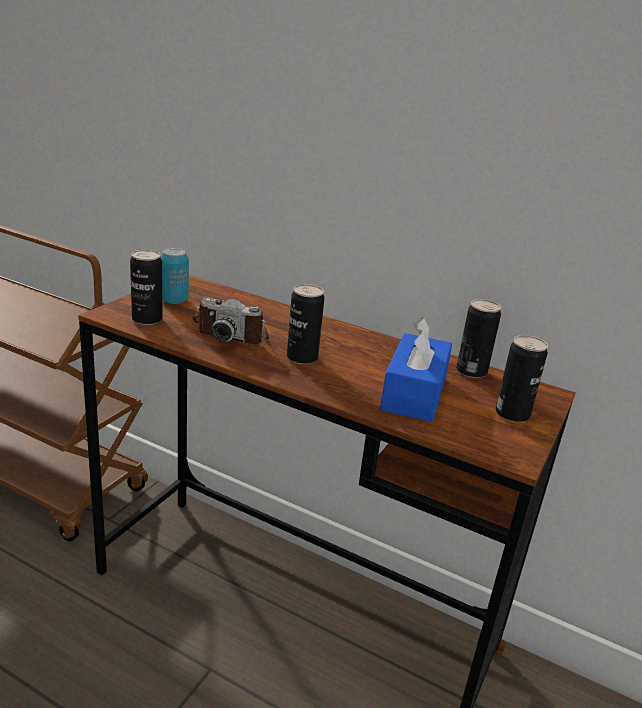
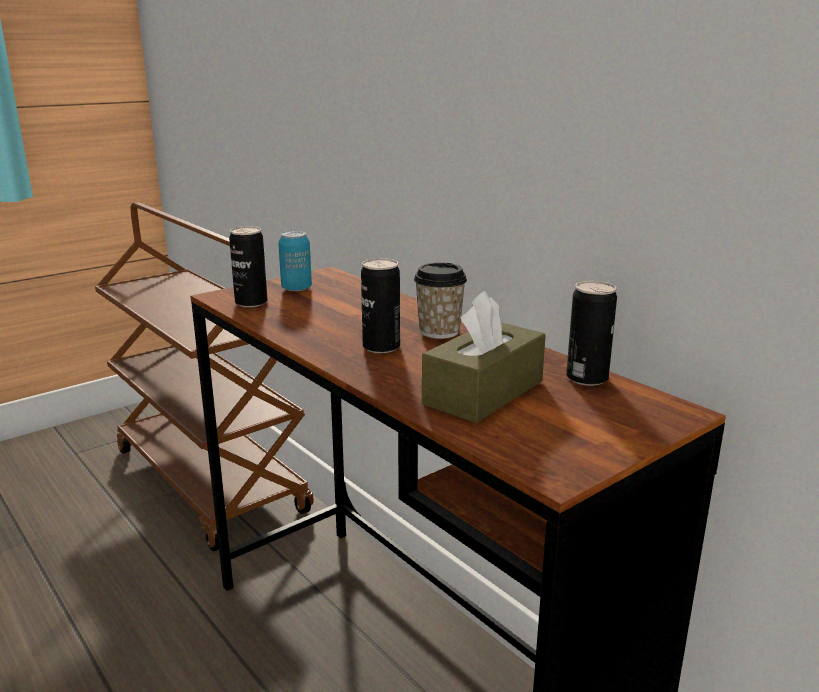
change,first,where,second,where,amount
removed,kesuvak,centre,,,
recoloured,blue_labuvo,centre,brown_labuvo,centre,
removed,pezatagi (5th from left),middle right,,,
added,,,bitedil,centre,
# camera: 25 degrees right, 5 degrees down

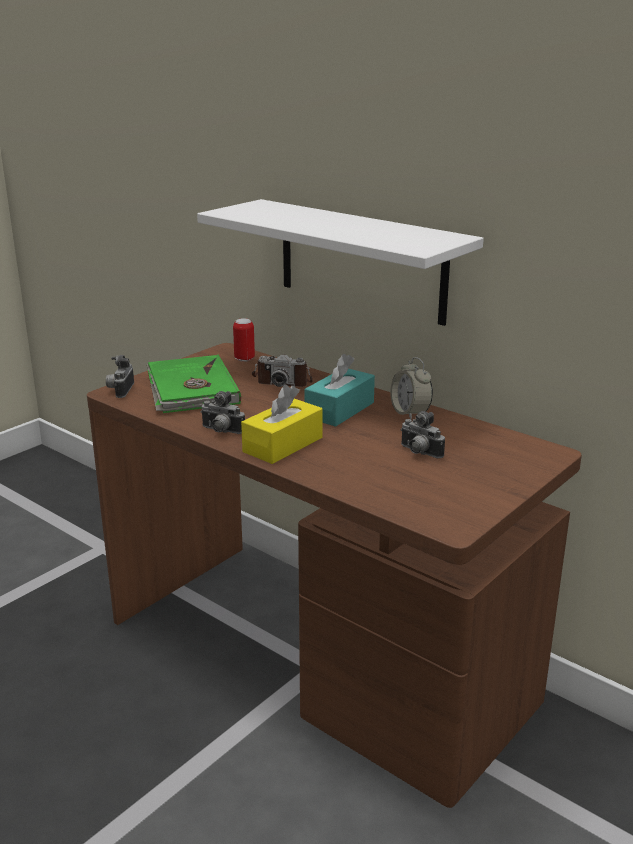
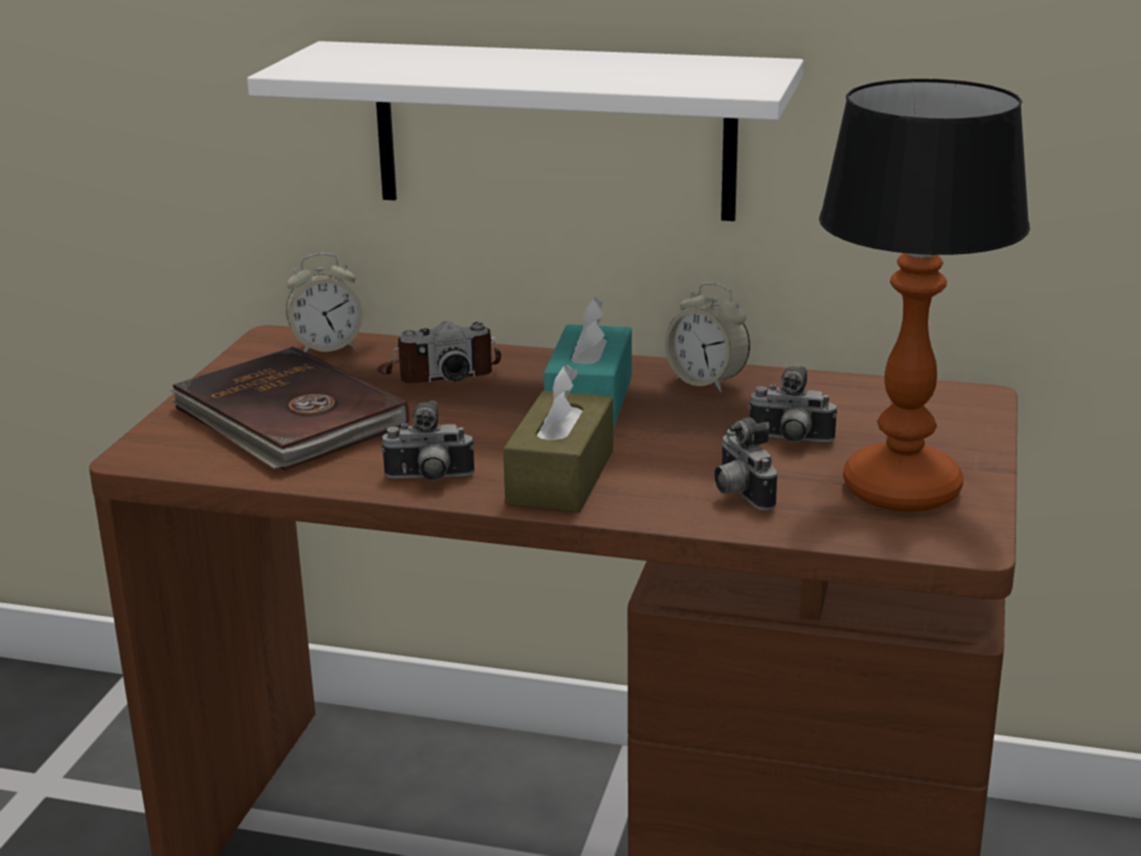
change,first,where,second,where,amount
replaced,pezatagi,centre,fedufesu (1st from left),middle left,
moved,kesuvak (1st from left in the first image),middle left,kesuvak (3rd from left),centre,
recoloured,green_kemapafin,middle left,brown_kemapafin,middle left,
recoloured,yellow_labuvo,centre,brown_labuvo,centre,
added,,,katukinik,middle right,
# camera: 25 degrees left, 0 degrees up

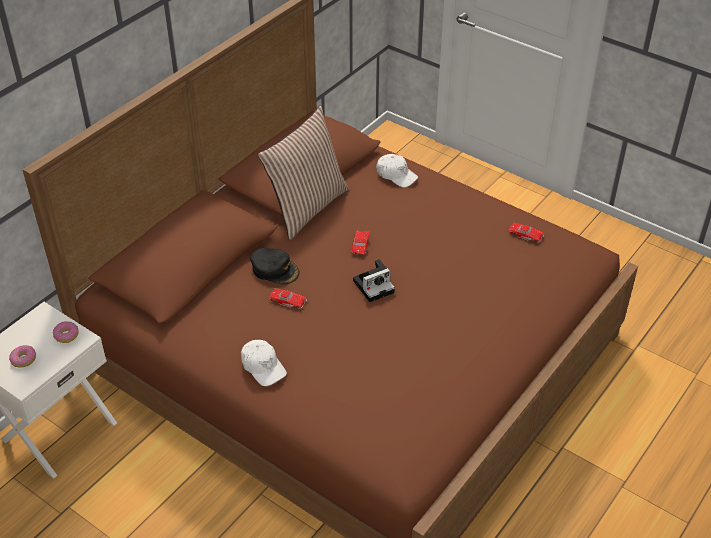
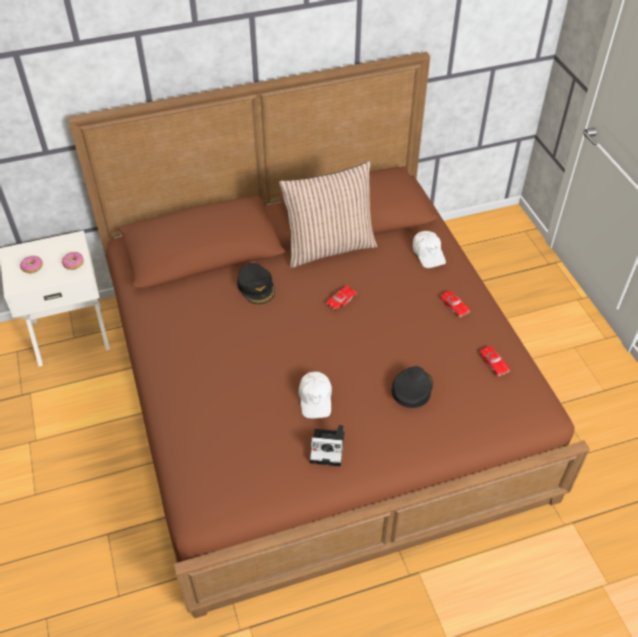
change,first,where,second,where,amount
moved,kesuvak,centre,,bottom centre,
moved,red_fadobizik (1st from left in the first image),centre,red_fadobizik (2nd from left),middle right,
moved,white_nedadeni (1st from left),bottom centre,,centre,
added,,,black_nedadeni (2nd from left),centre,
# camera: 35 degrees right, 5 degrees up

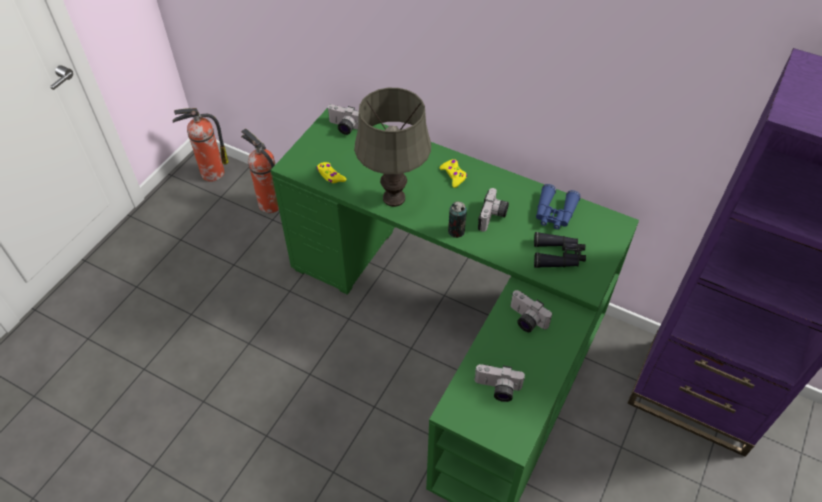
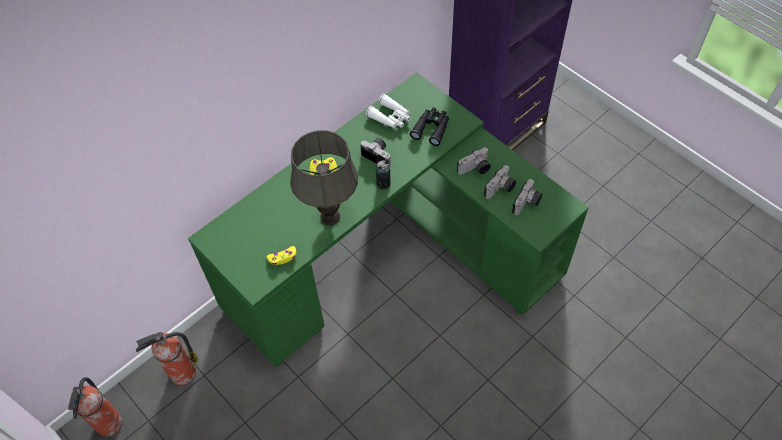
change,first,where,second,where,amount
moved,kesuvak (1st from left in the first image),top centre,kesuvak (3rd from left),centre,
recoloured,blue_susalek,middle right,white_susalek,top centre,
# camera: 70 degrees left, 5 degrees up

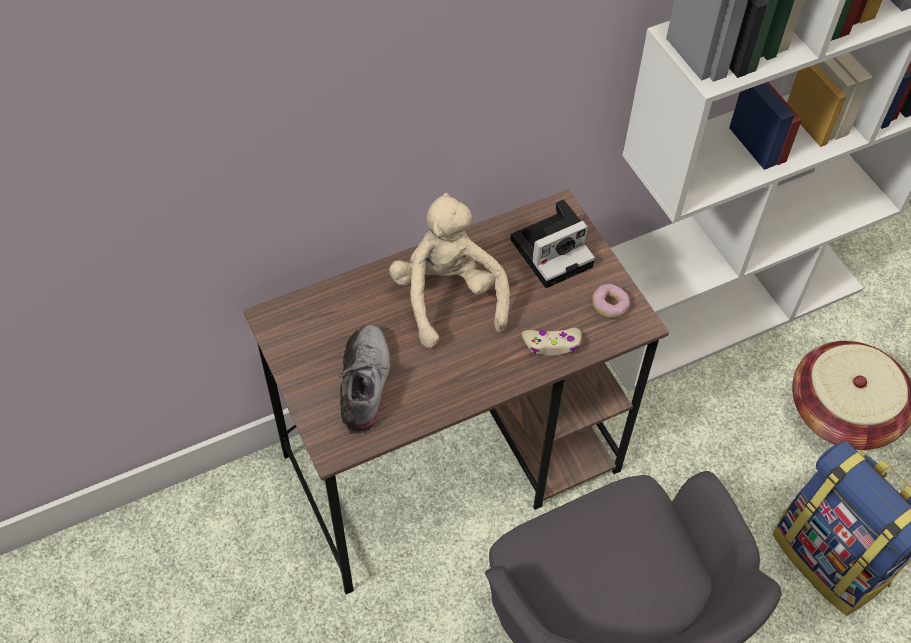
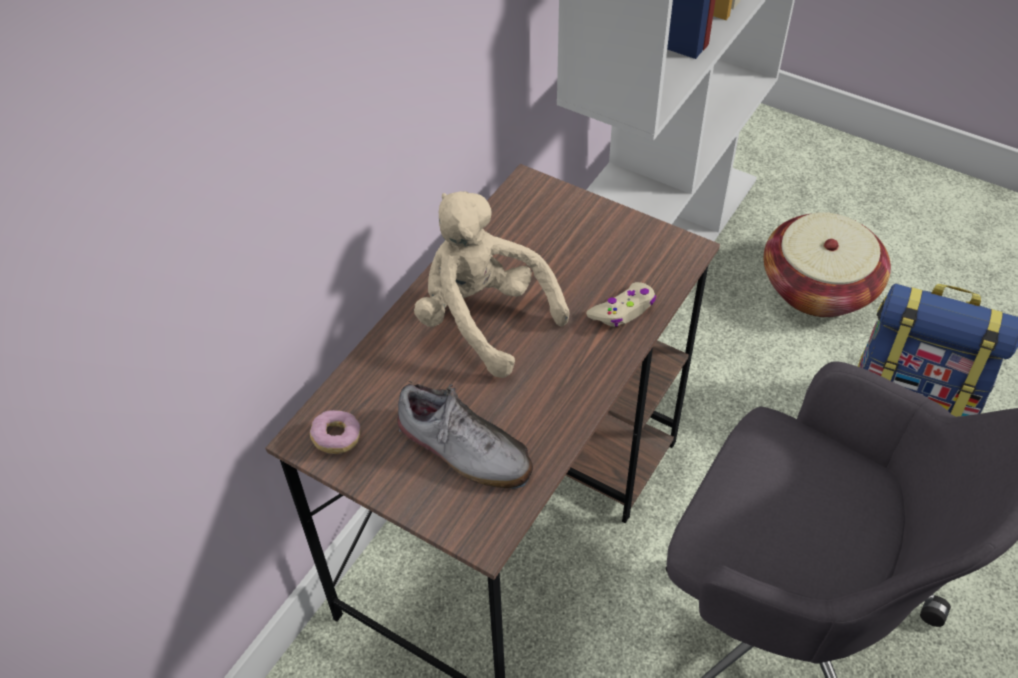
change,first,where,second,where,amount
removed,kesuvak,centre,,,
moved,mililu,middle right,,middle left,
turned,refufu,centre,,centre,150 degrees clockwise
# camera: 30 degrees left, 5 degrees down

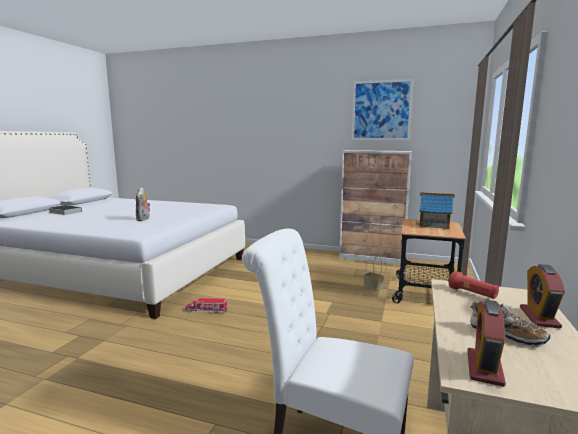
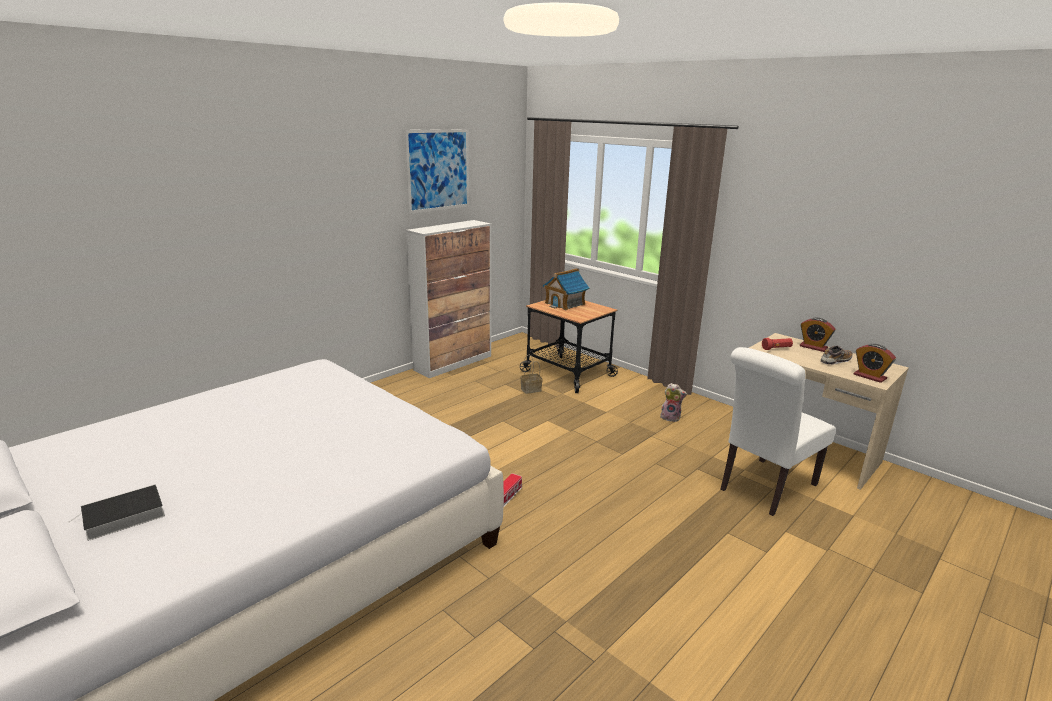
change,first,where,second,where,amount
moved,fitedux,middle left,,centre,
# camera: 65 degrees left, 10 degrees up

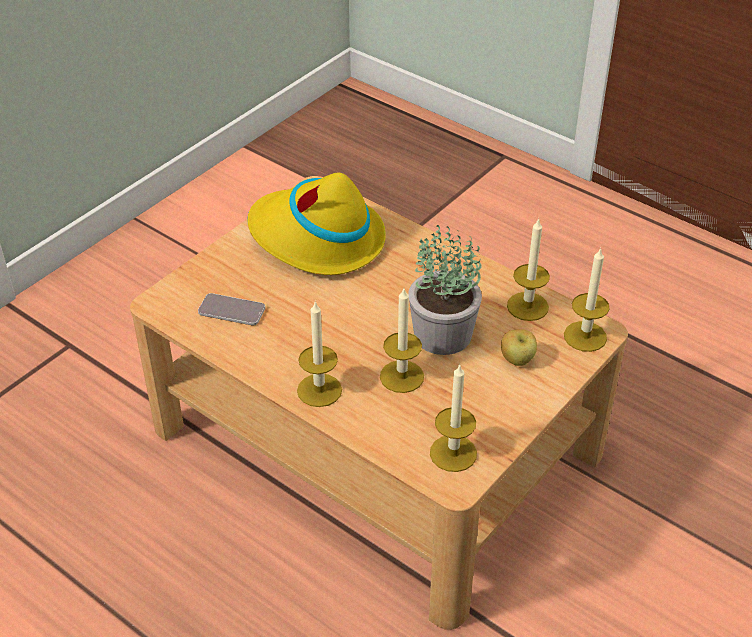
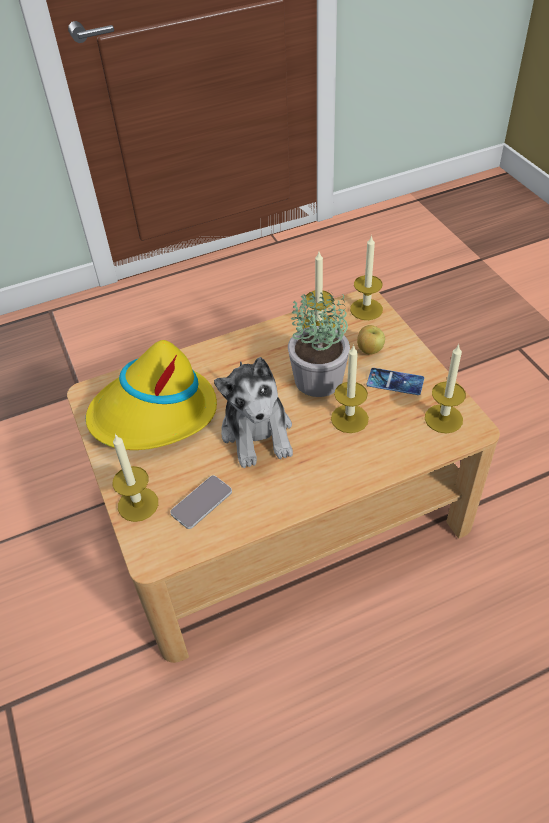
change,first,where,second,where,amount
moved,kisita (1st from left),centre,,middle left,
added,,,fitedux,centre,
added,,,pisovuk (2nd from left),middle right,
# camera: 60 degrees left, 5 degrees up

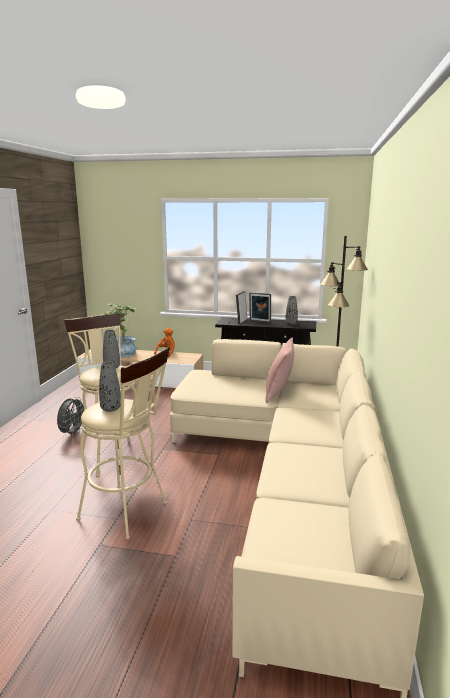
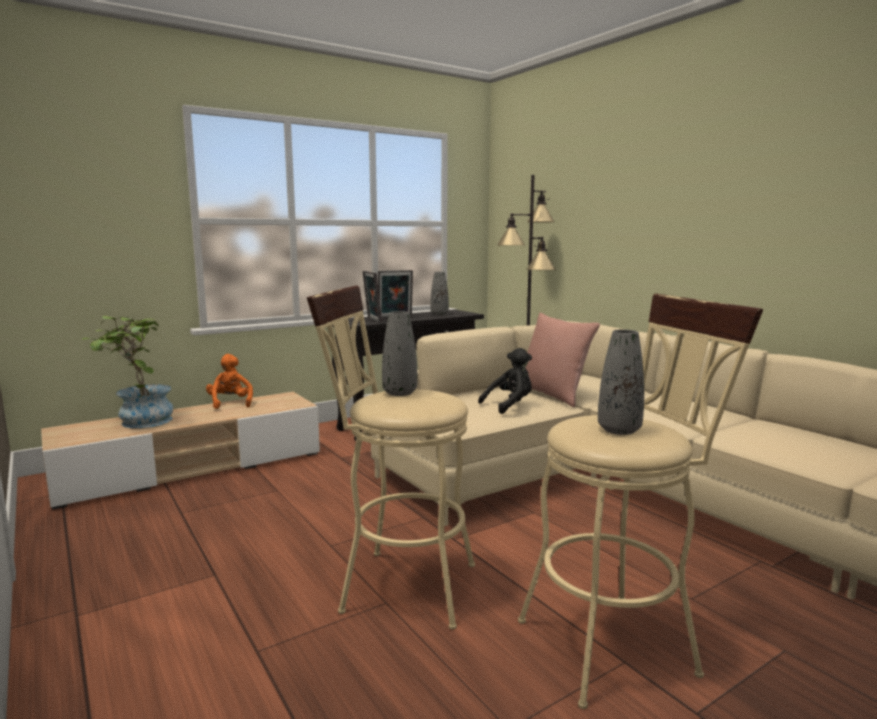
change,first,where,second,where,amount
removed,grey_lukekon,middle left,,,
added,,,black_fitedux,centre,
# camera: 45 degrees left, 5 degrees down

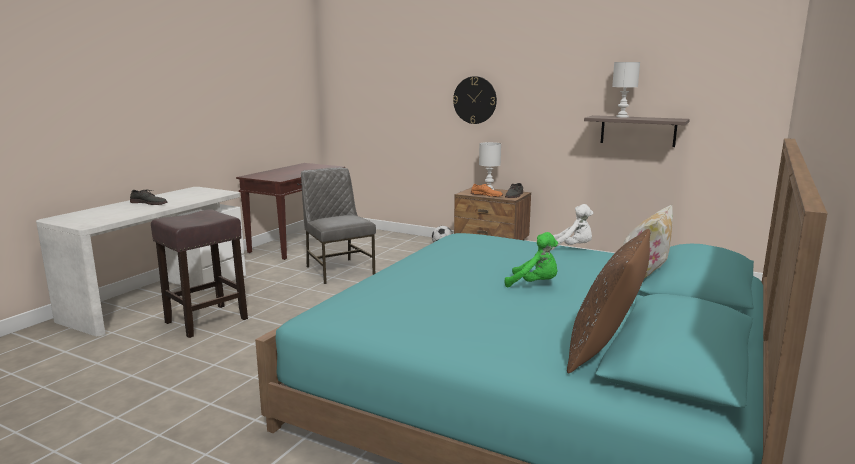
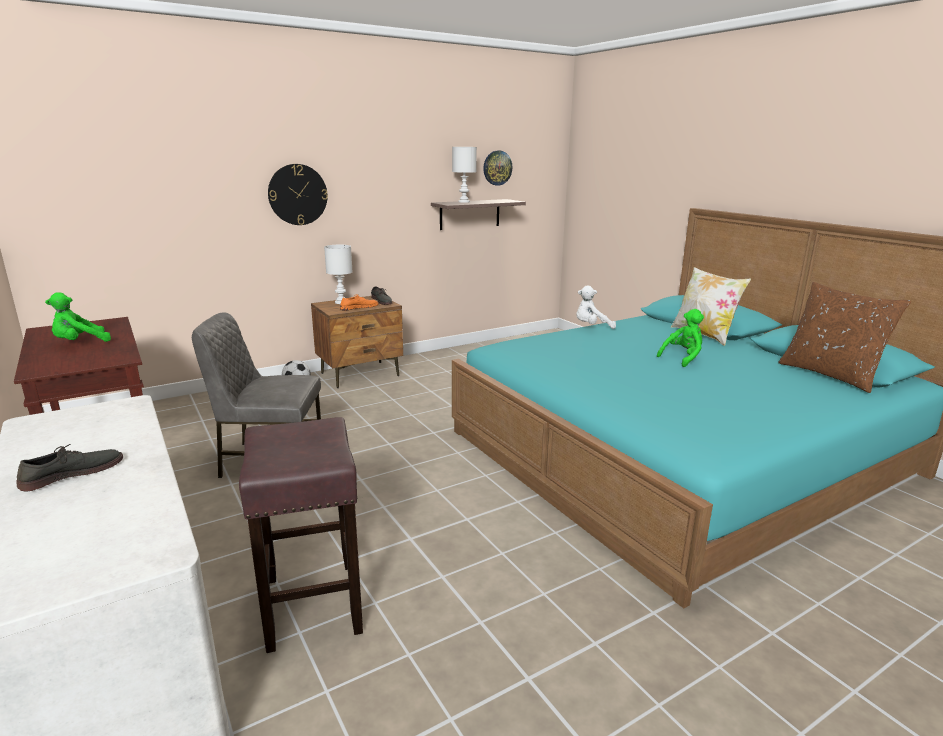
change,first,where,second,where,amount
turned,white_fitedux,middle right,,centre,150 degrees counterclockwise
added,,,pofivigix (2nd from left),top centre,
added,,,green_fitedux (1st from left),middle left,
# camera: 60 degrees left, 5 degrees up

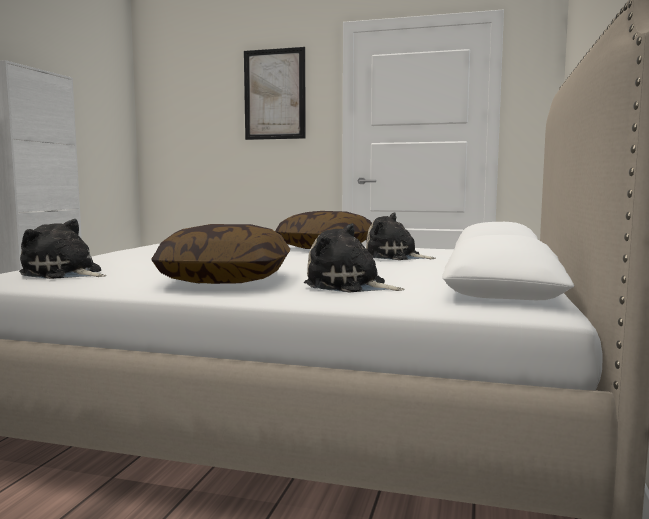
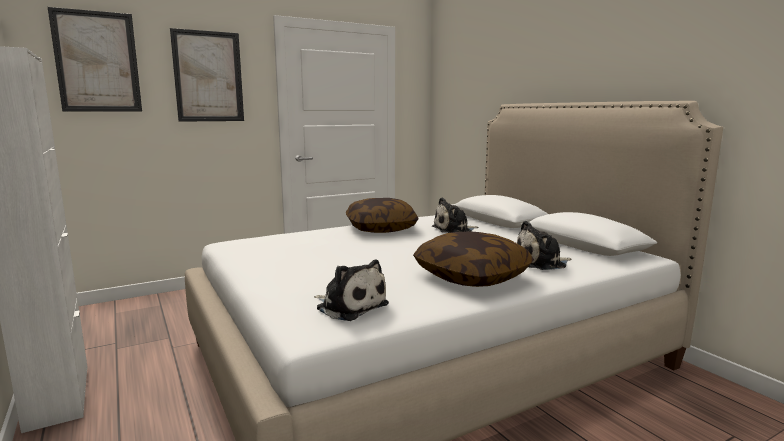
change,first,where,second,where,amount
turned,fitedux (1st from left),middle left,,centre,120 degrees counterclockwise
added,,,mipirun (1st from left),top left,
# camera: 45 degrees left, 5 degrees up

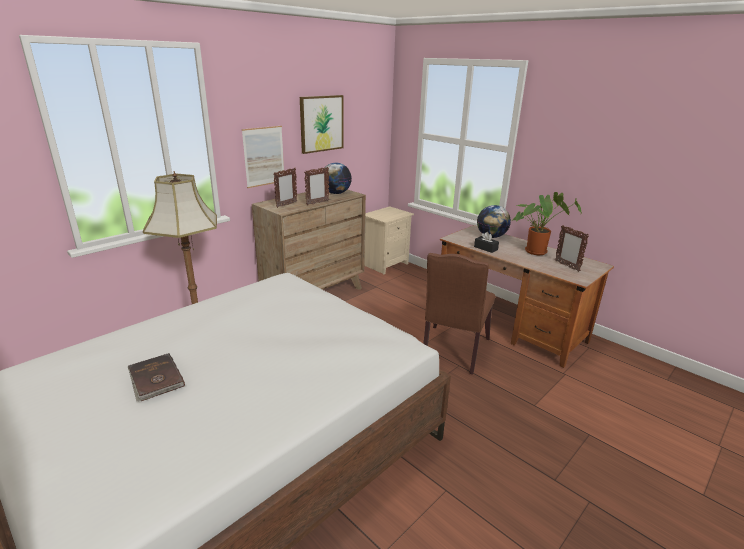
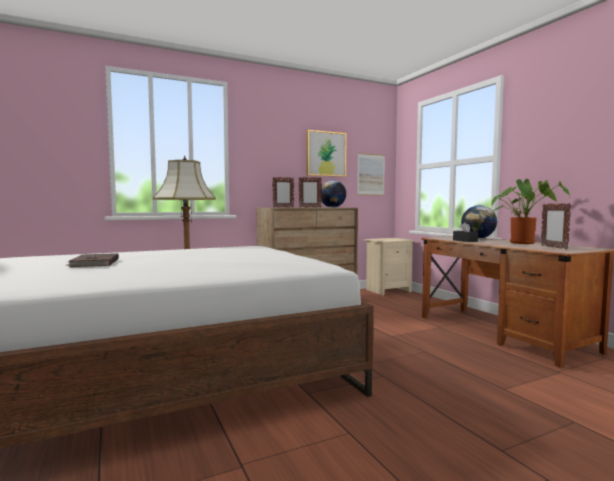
change,first,where,second,where,amount
moved,mipirun (1st from left in the first image),top centre,mipirun (2nd from left),centre,
removed,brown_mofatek,centre,,,
# camera: 20 degrees right, 20 degrees down

